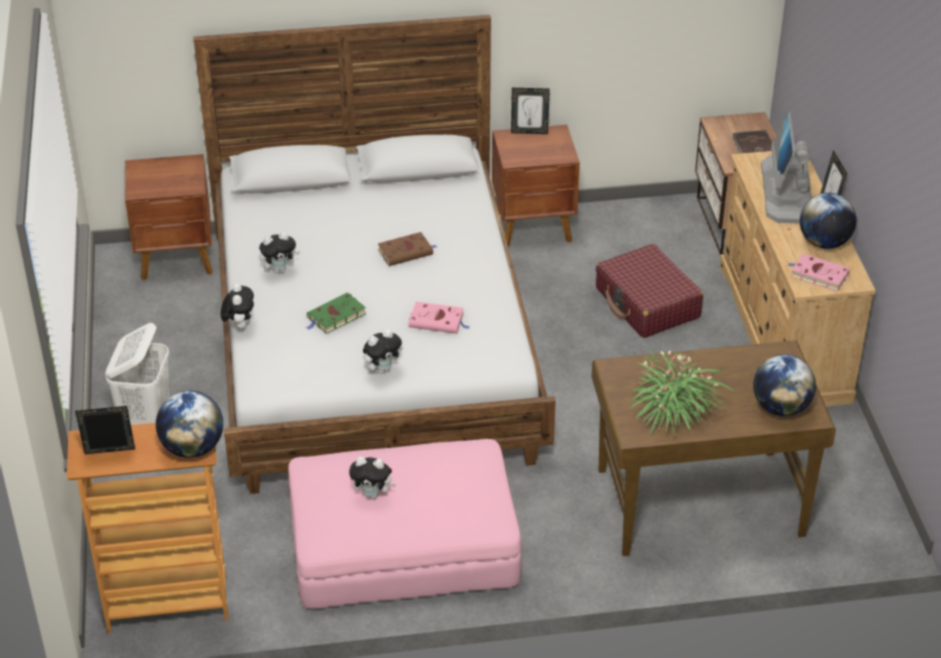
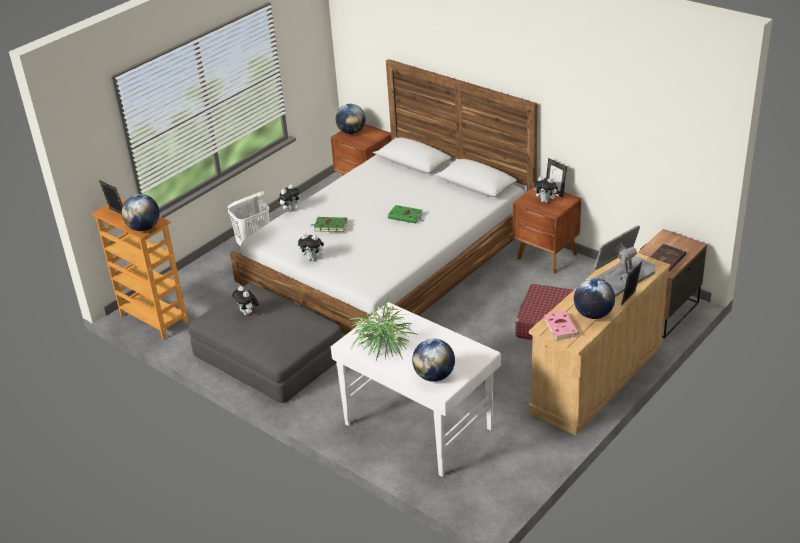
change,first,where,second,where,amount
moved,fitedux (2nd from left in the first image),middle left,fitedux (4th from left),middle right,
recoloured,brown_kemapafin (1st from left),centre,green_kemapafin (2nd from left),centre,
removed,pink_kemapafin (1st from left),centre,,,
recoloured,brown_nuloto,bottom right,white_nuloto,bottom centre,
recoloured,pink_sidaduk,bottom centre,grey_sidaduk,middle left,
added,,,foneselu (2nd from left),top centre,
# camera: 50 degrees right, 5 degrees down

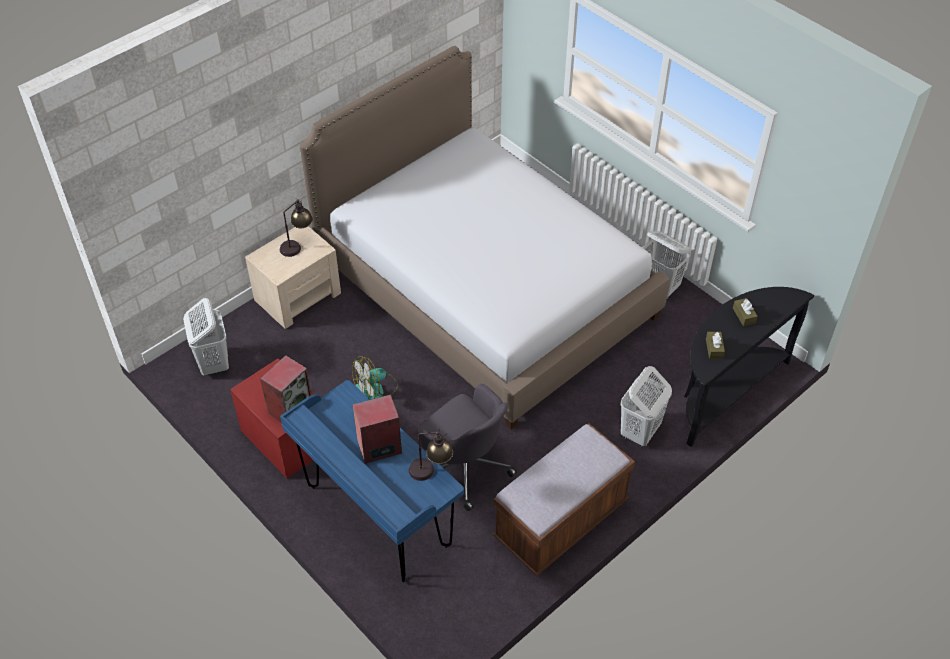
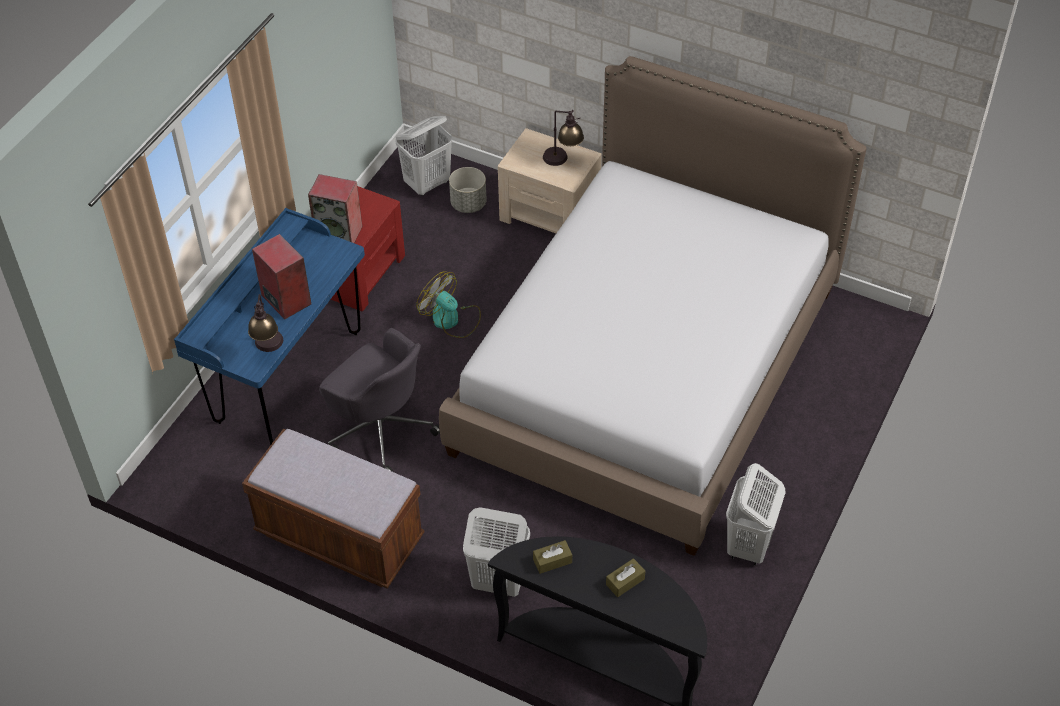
change,first,where,second,where,amount
turned,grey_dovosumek,bottom centre,,centre,75 degrees counterclockwise
added,,,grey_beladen,top centre,
# camera: 70 degrees right, 0 degrees up

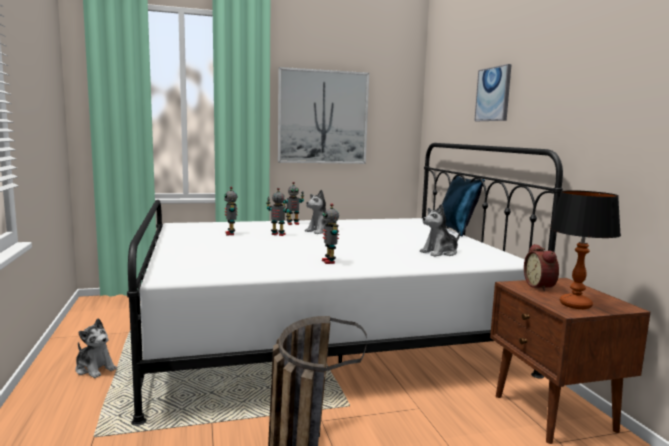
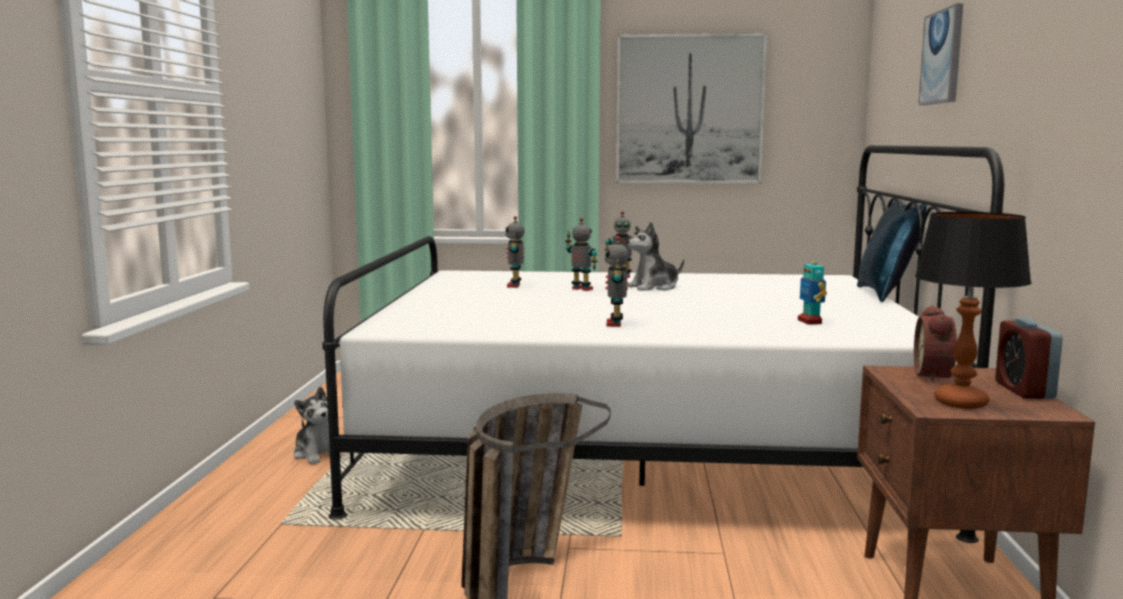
change,first,where,second,where,amount
replaced,fitedux (3rd from left),centre,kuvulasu (5th from left),middle right,
added,,,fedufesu (2nd from left),middle right,
# camera: 20 degrees right, 0 degrees up

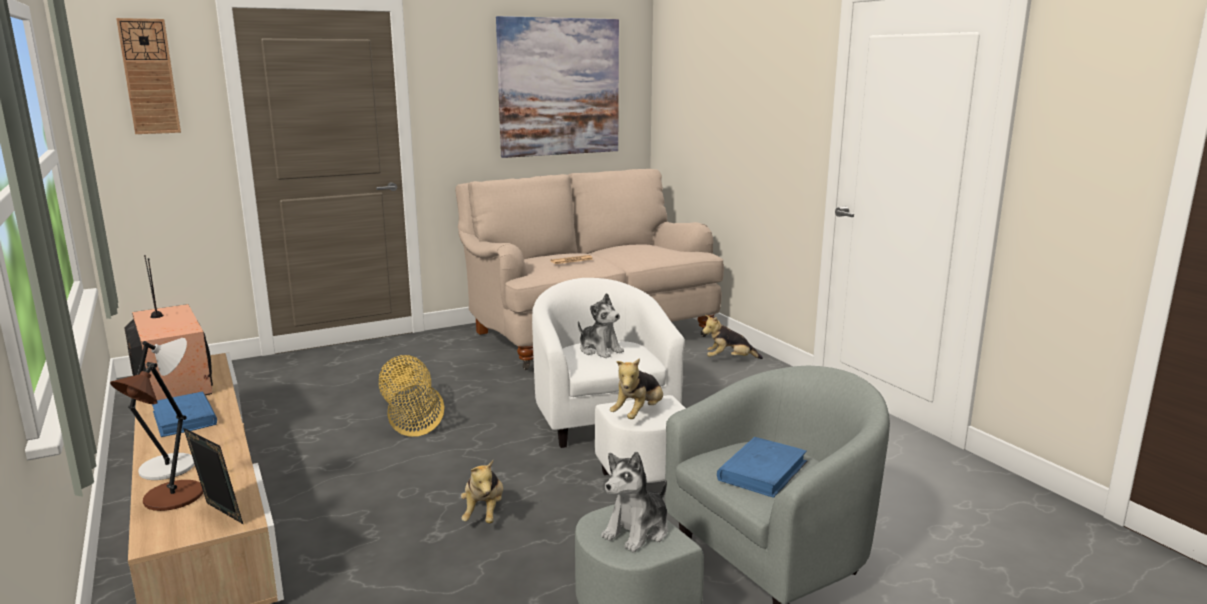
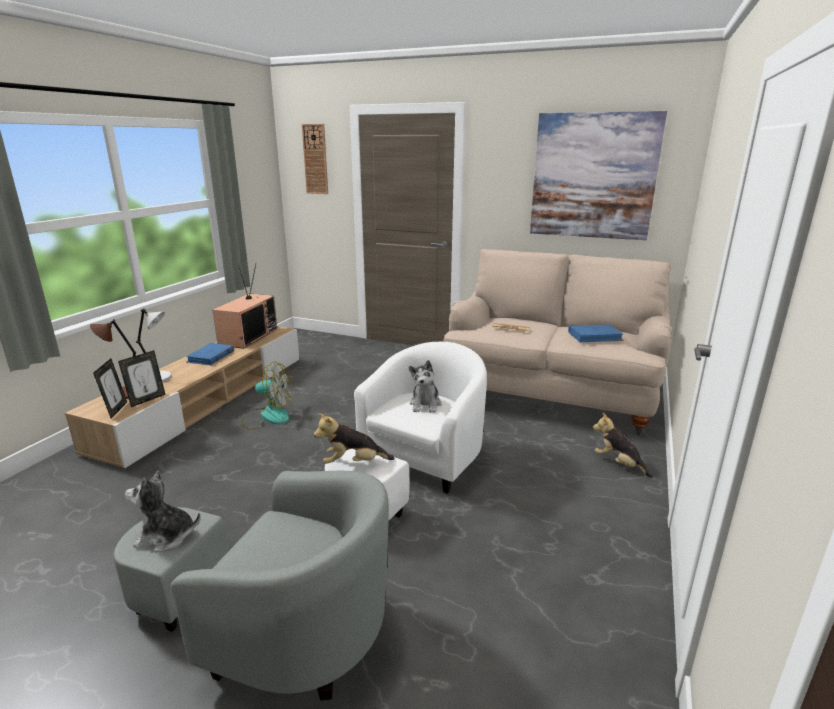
change,first,where,second,where,amount
removed,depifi,centre,,,
moved,blue_kemapafin (2nd from left),bottom centre,,middle right,
removed,fitedux (1st from left),bottom centre,,,
added,,,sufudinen (2nd from left),middle left,
added,,,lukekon,middle left,
# camera: 50 degrees right, 5 degrees up

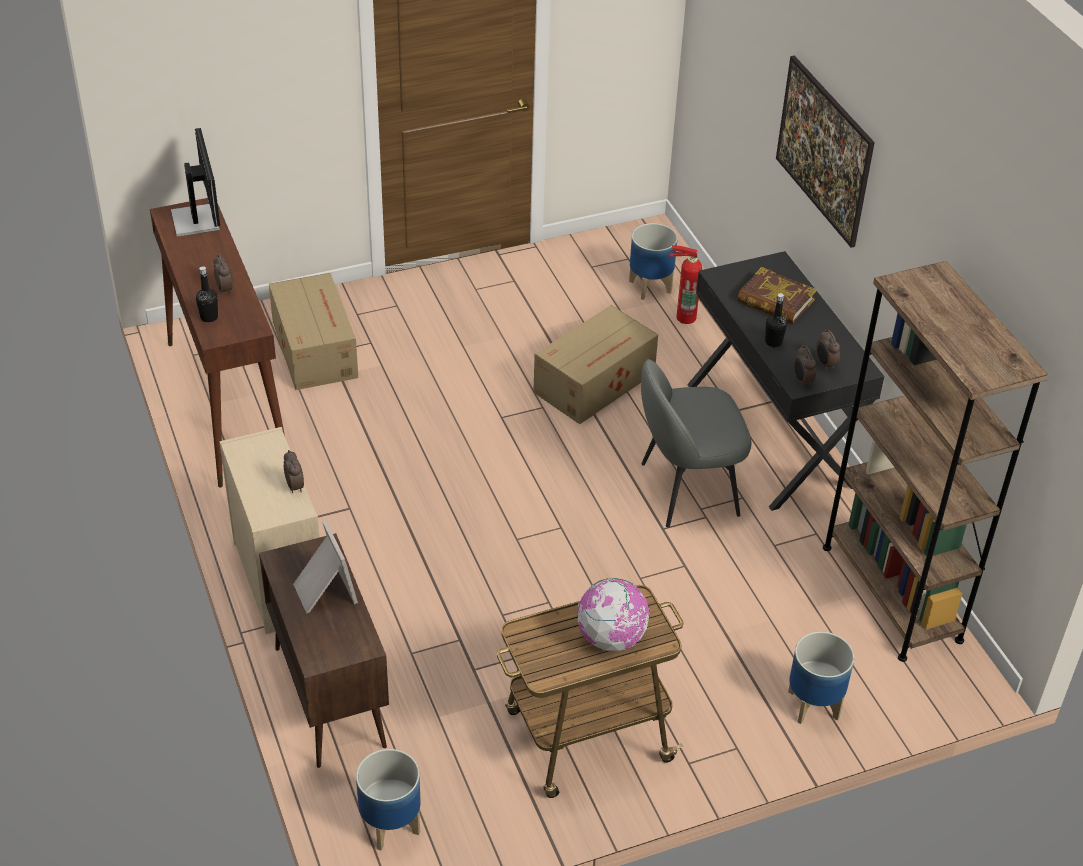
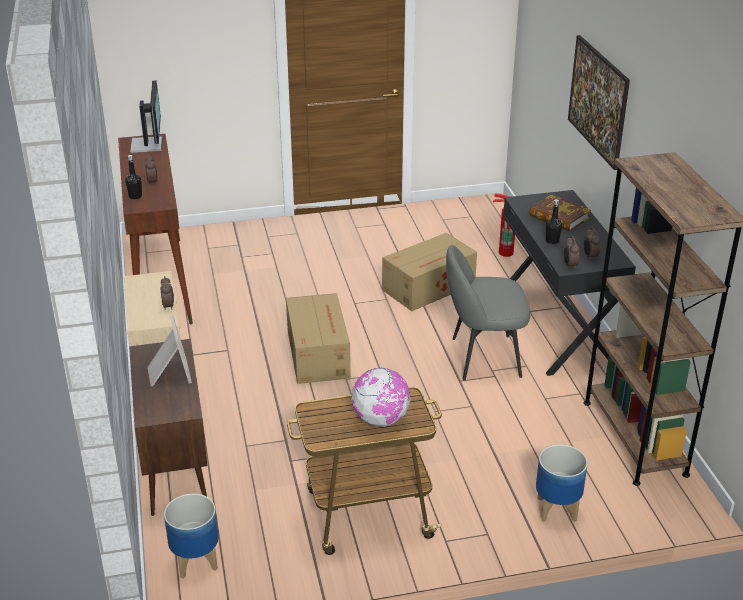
change,first,where,second,where,amount
removed,beladen (2nd from left),top centre,,,
moved,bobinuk (1st from left),middle left,,centre,
# camera: 10 degrees right, 10 degrees down

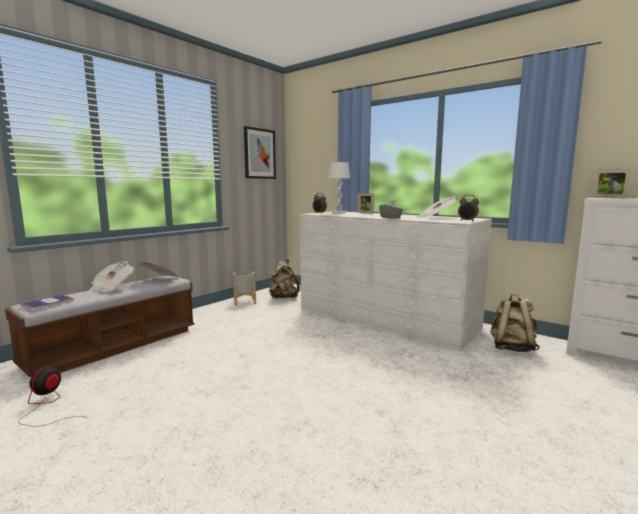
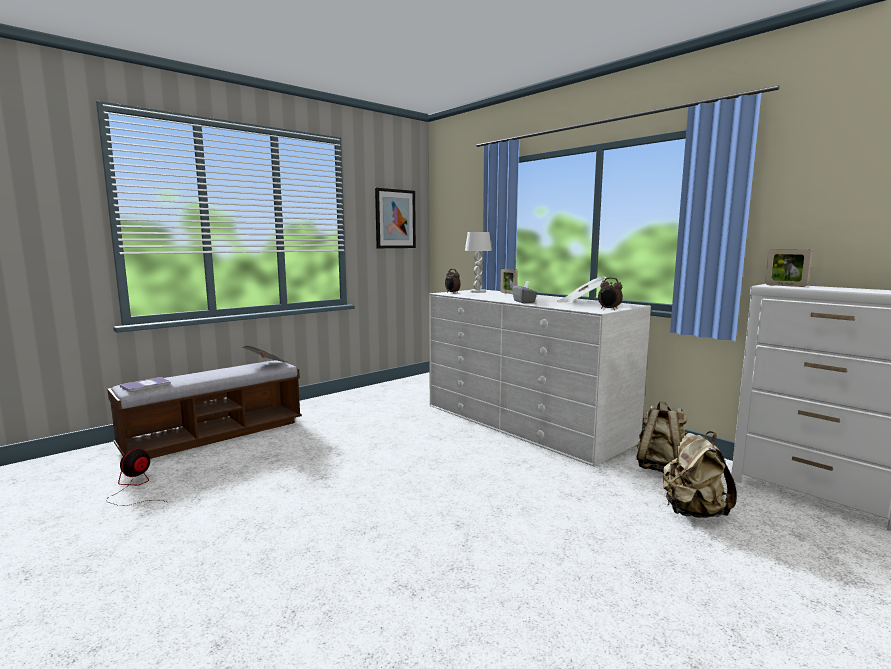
change,first,where,second,where,amount
moved,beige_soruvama (1st from left in the first image),centre,beige_soruvama (2nd from left),bottom right,
removed,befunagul (1st from left),middle left,,,
removed,grey_beladen,centre,,,
# camera: 10 degrees right, 0 degrees up

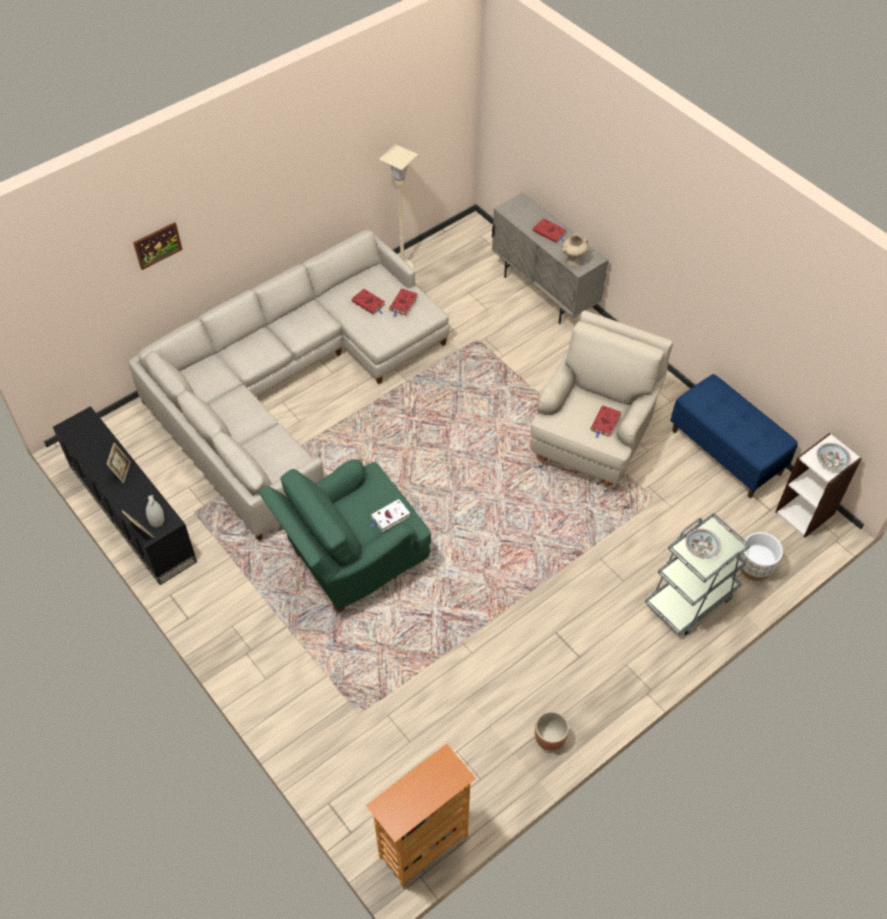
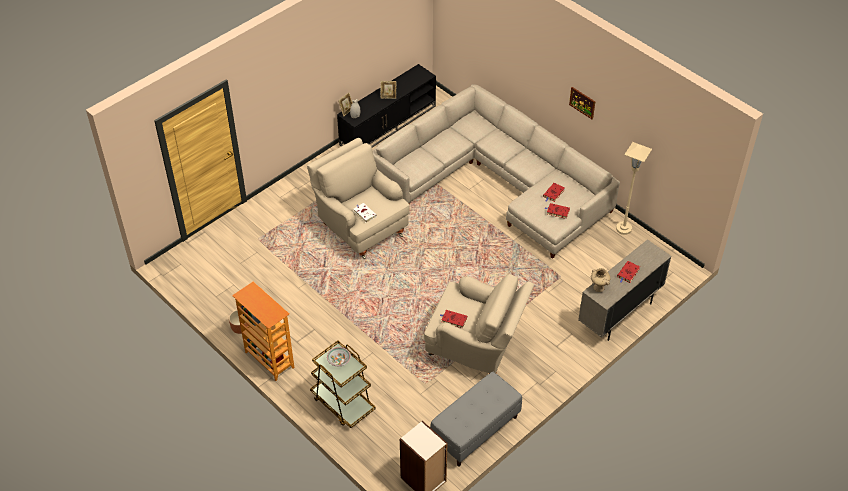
change,first,where,second,where,amount
moved,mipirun,top left,,top right,
recoloured,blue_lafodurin,middle right,grey_lafodurin,bottom centre,
removed,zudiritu (2nd from left),middle right,,,
recoloured,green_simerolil,centre,beige_simerolil (1st from left),centre,
recoloured,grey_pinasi,middle right,brown_pinasi,bottom centre,
removed,white_beladen,middle right,,,
moved,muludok (1st from left),bottom centre,,bottom left,
# camera: 85 degrees right, 5 degrees down

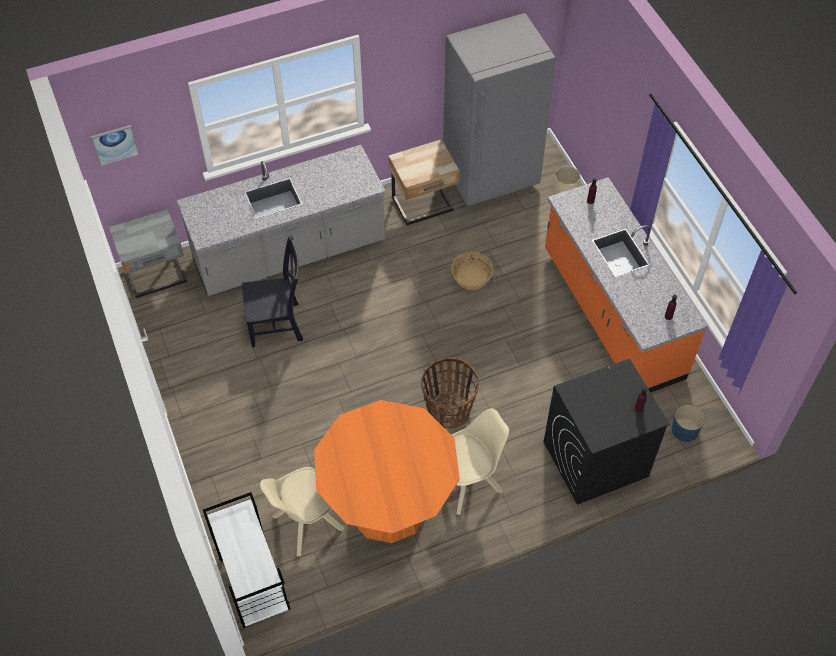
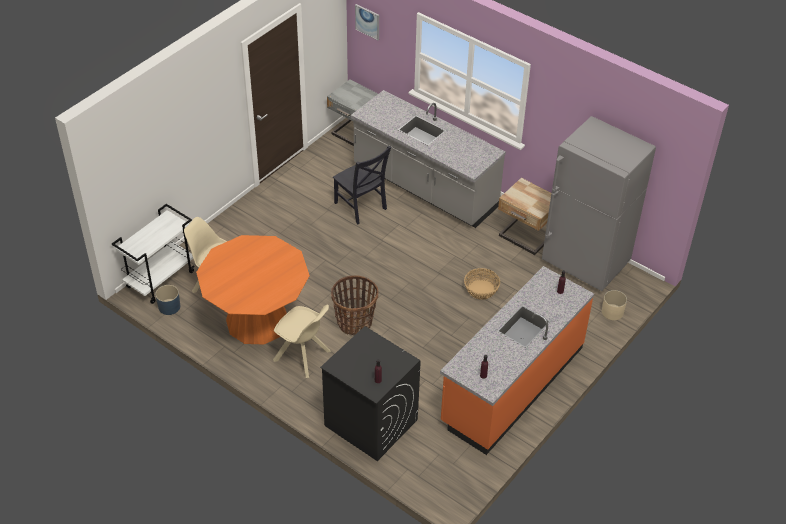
change,first,where,second,where,amount
moved,blue_beladen,middle right,,middle left,
# camera: 60 degrees right, 10 degrees down

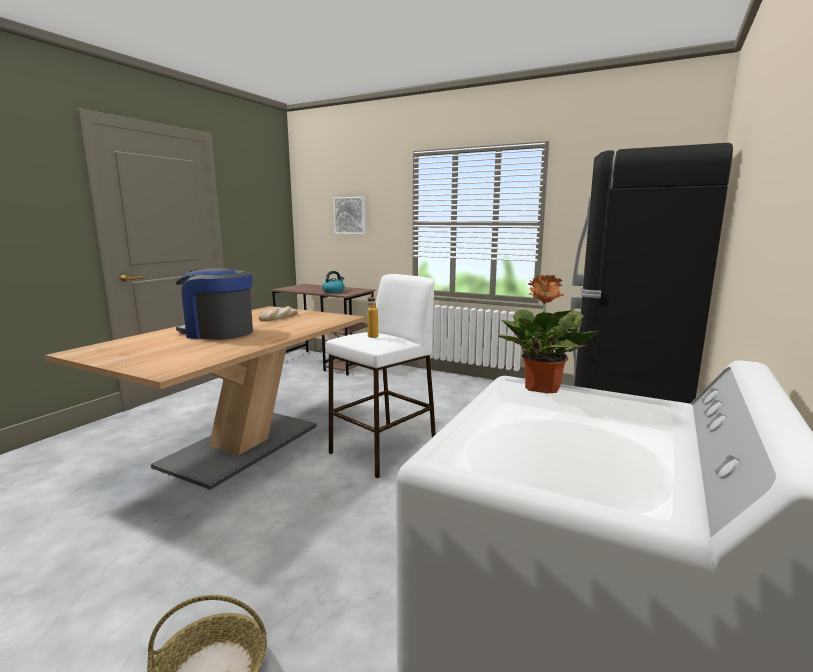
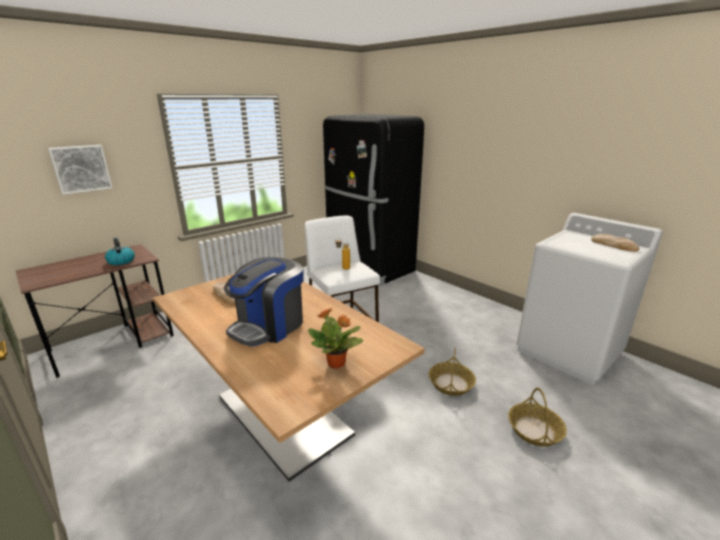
change,first,where,second,where,amount
moved,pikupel,middle right,,centre,
added,,,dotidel (2nd from left),middle right,
added,,,depifi (1st from left),bottom centre,
# camera: 70 degrees left, 10 degrees up

